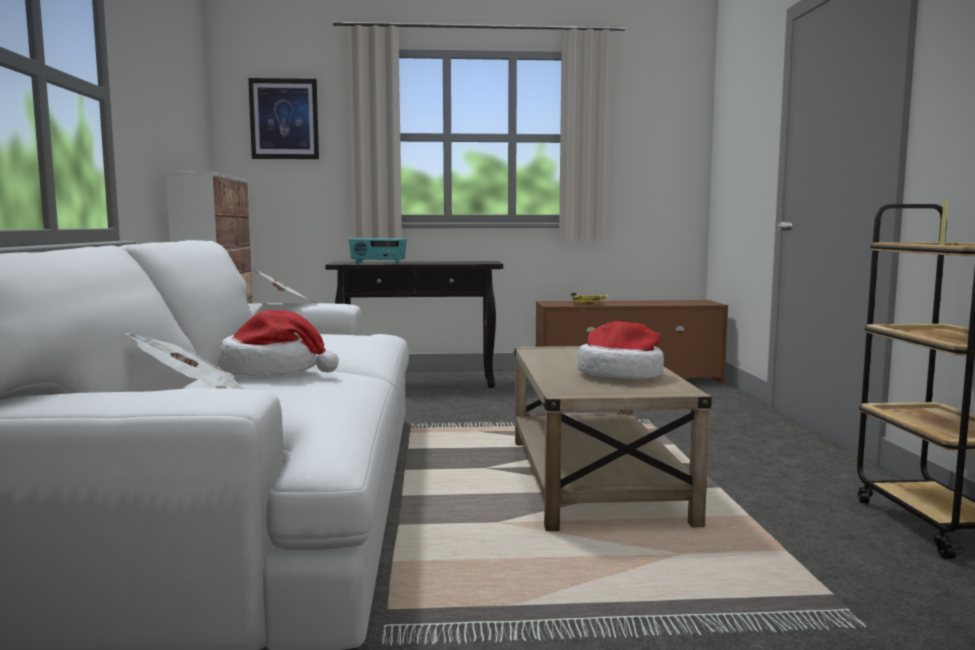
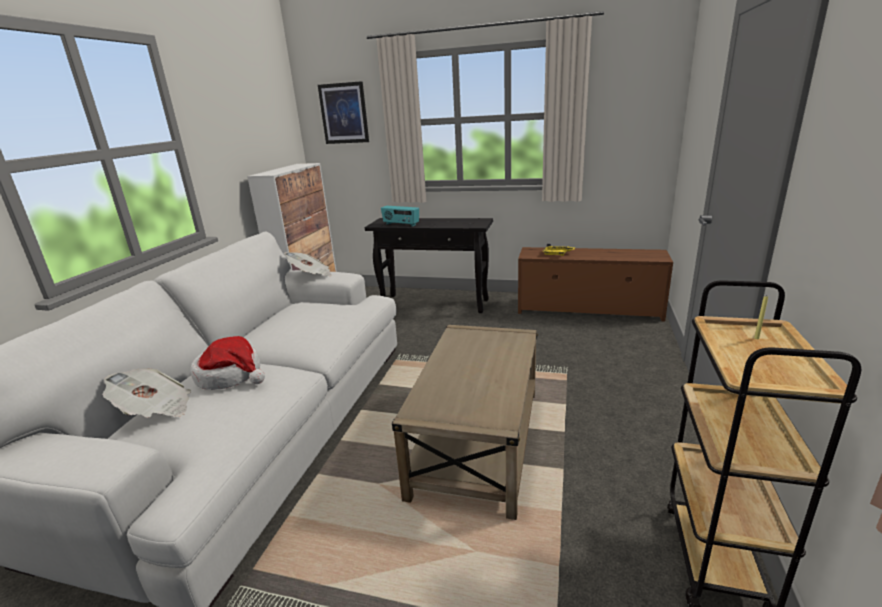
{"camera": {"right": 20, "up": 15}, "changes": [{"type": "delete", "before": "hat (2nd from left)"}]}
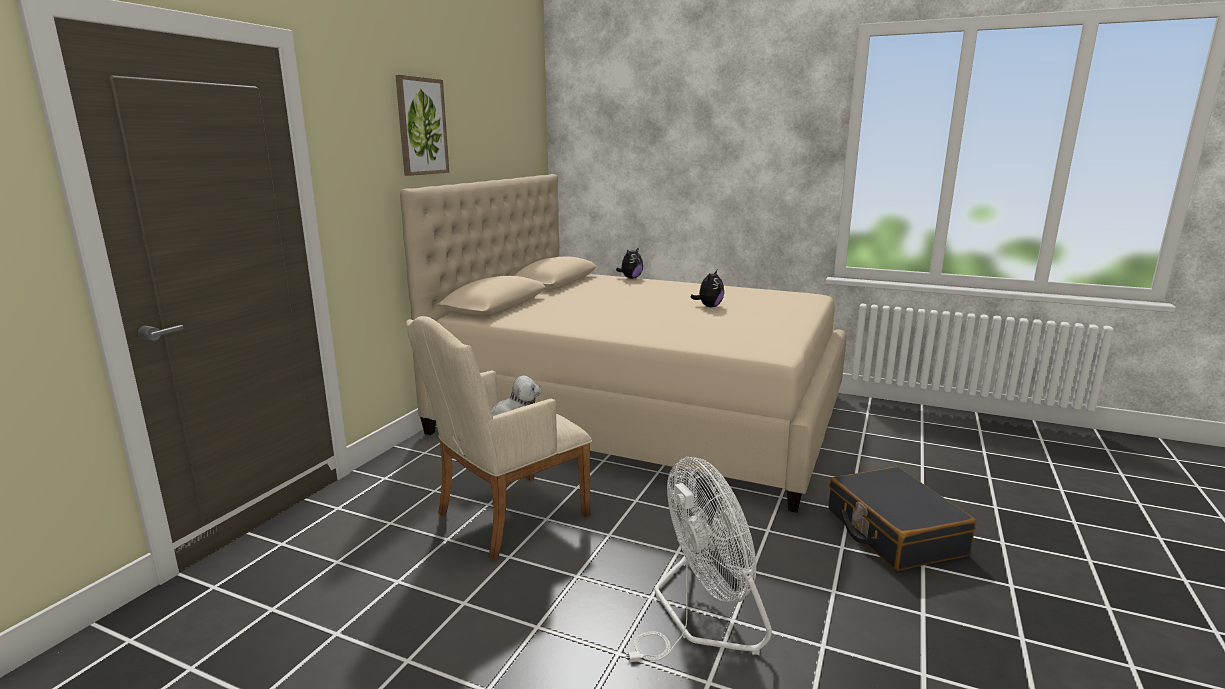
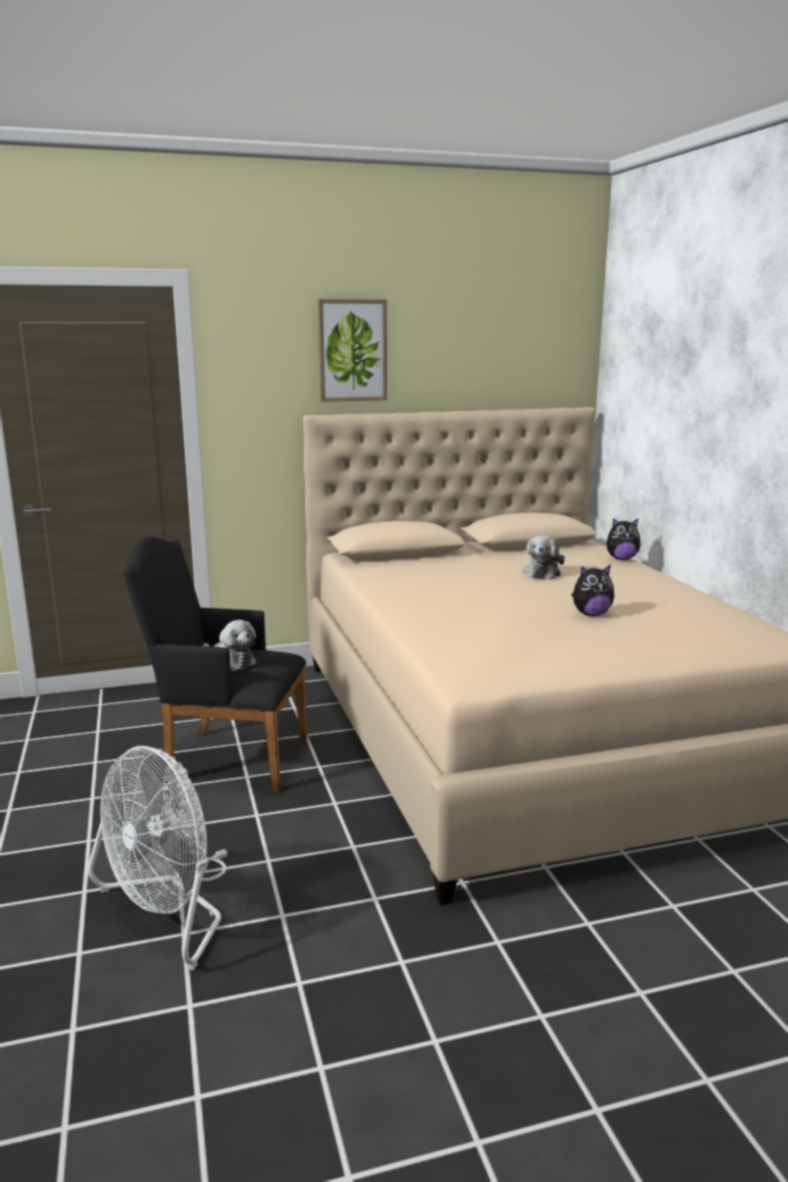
{"camera": {"right": 50, "up": 0}, "changes": [{"type": "recolor", "before": "beige armchair", "after": "black armchair"}, {"type": "rotate", "before": "white fan", "turn": 105}, {"type": "delete", "before": "black suitcase"}, {"type": "insert", "after": "plush toy (2nd from left)"}]}
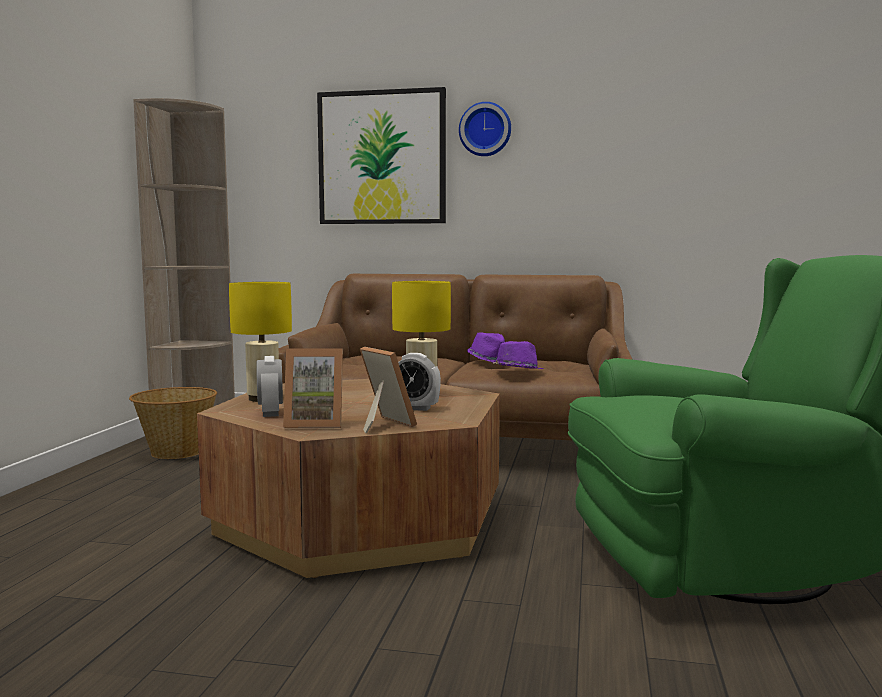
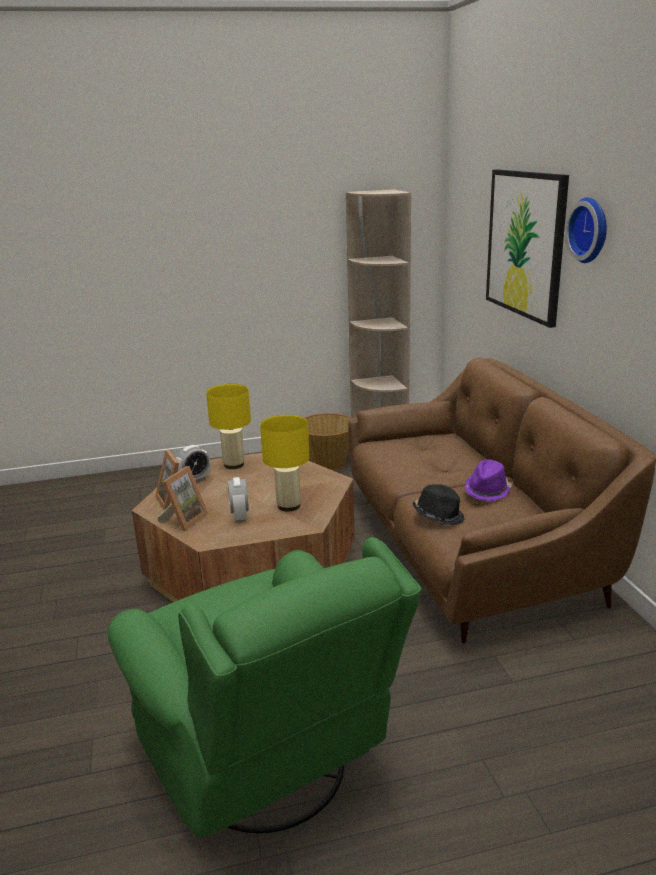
{"camera": {"right": 65, "up": 15}, "changes": [{"type": "recolor", "before": "purple hat (2nd from left)", "after": "black hat"}]}
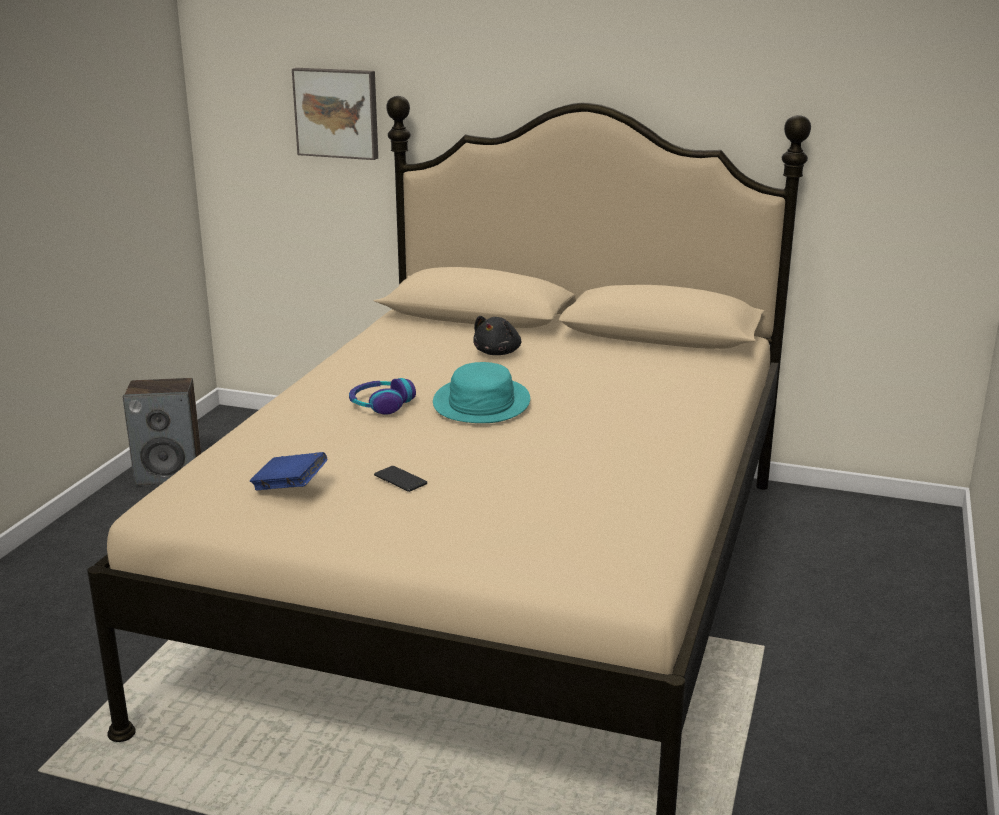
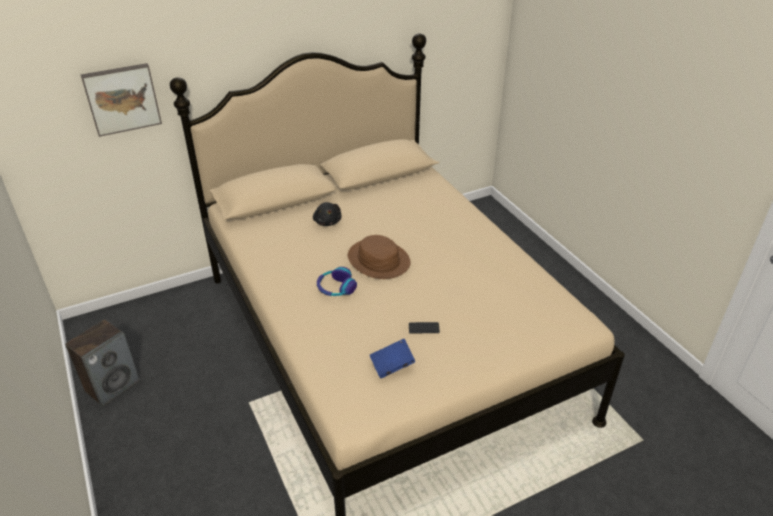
{"camera": {"right": -45, "up": 15}, "changes": [{"type": "recolor", "before": "turquoise hat", "after": "brown hat"}]}
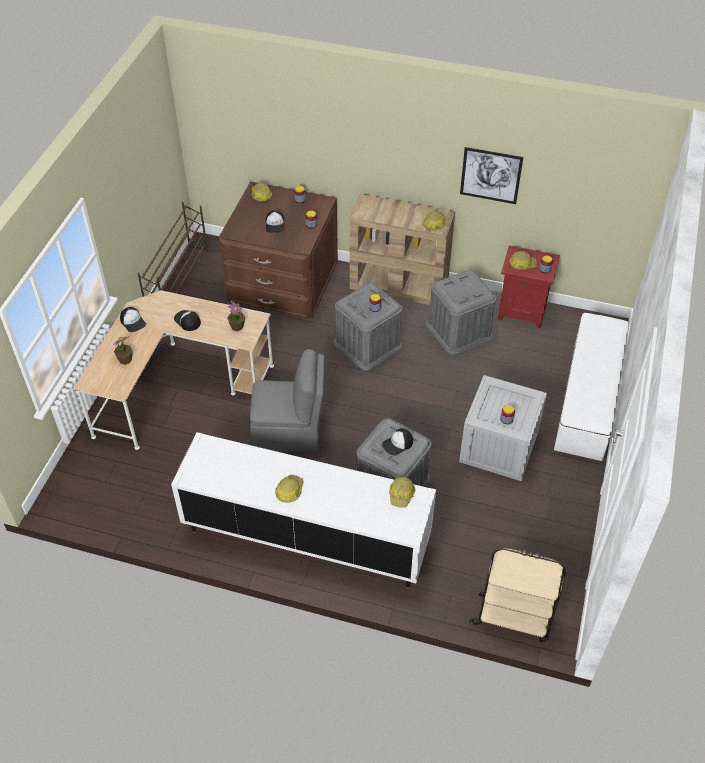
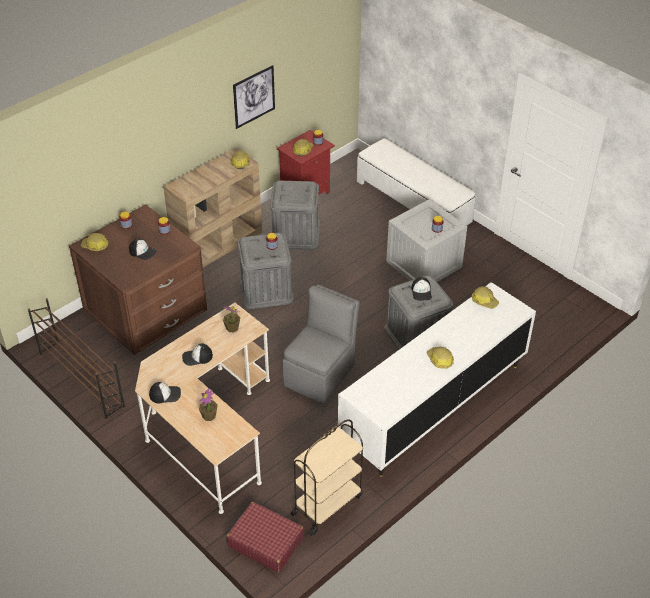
{"camera": {"right": -60, "up": -5}, "changes": [{"type": "move", "before": "beige cart"}, {"type": "insert", "after": "red suitcase"}]}
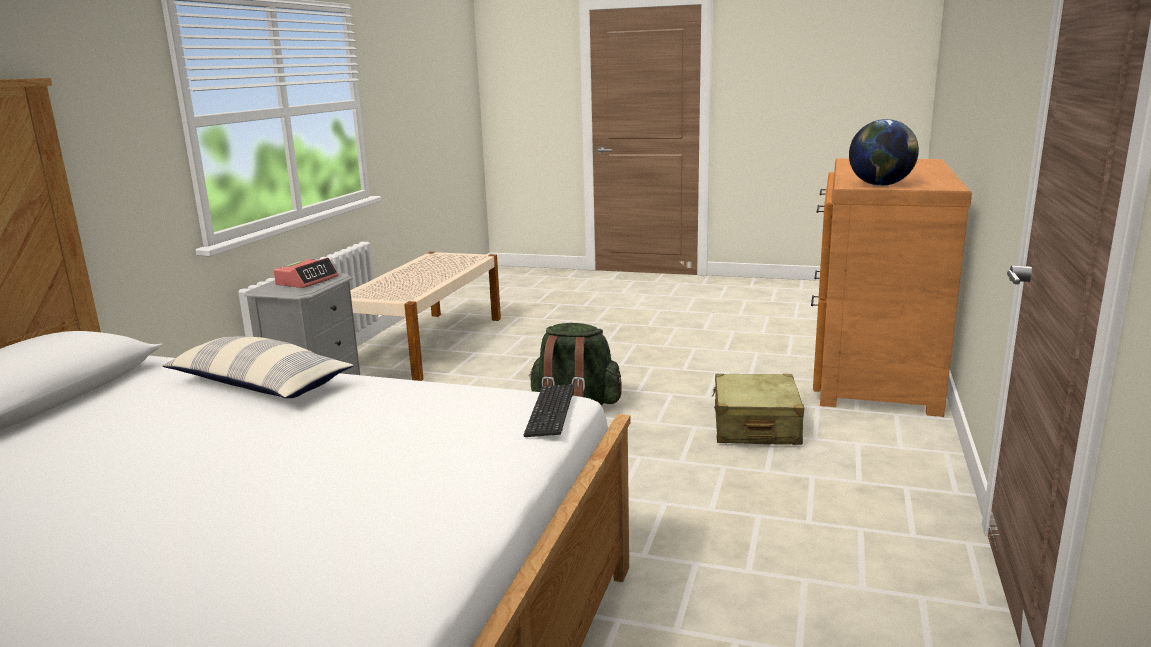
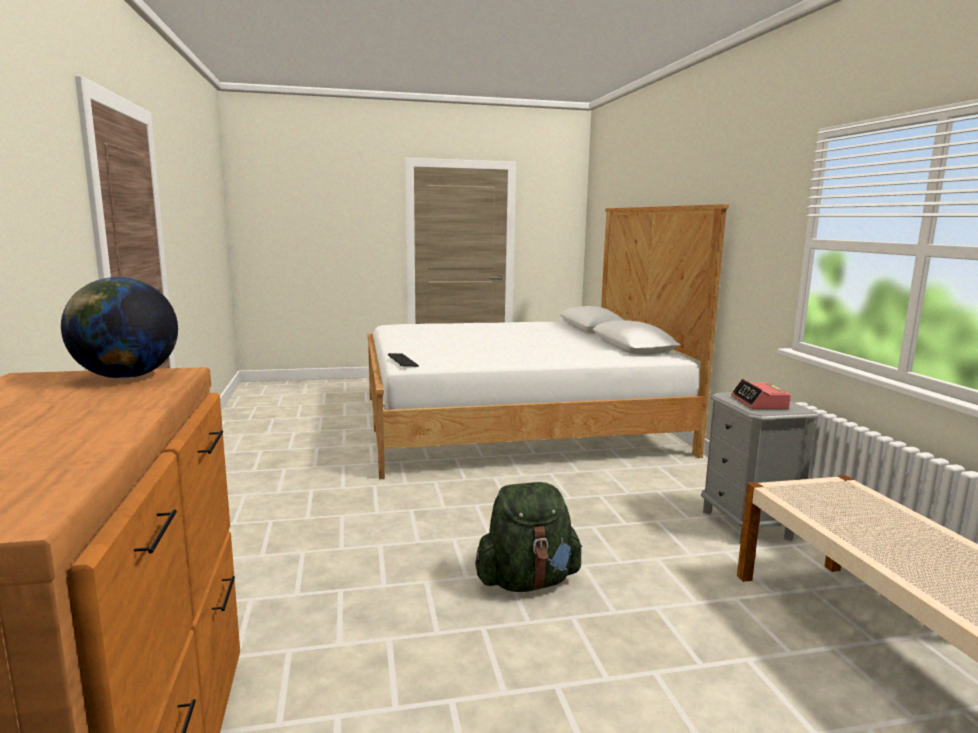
{"camera": {"right": 150, "up": -5}, "changes": [{"type": "delete", "before": "pillow"}, {"type": "delete", "before": "beige suitcase"}]}
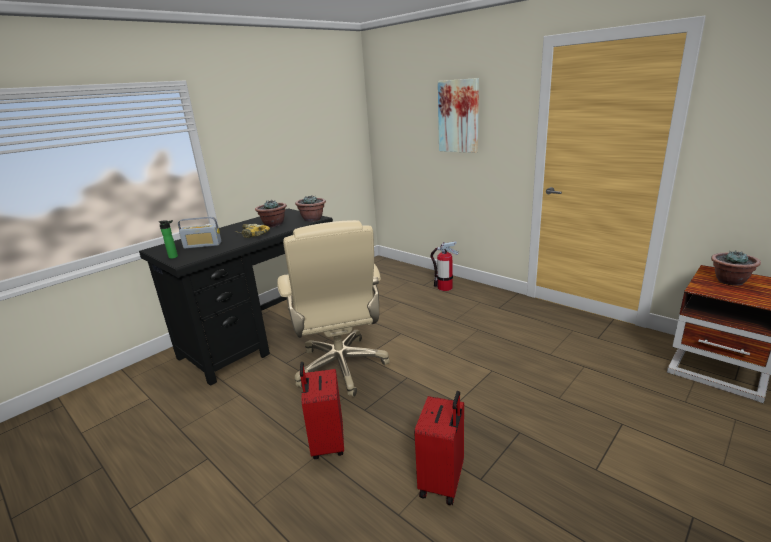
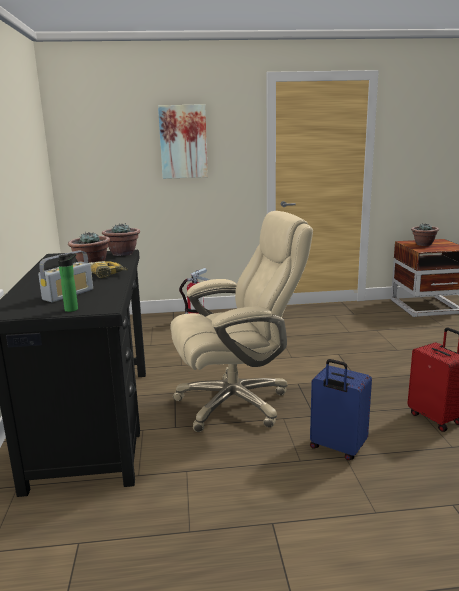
{"camera": {"right": -50, "up": -5}, "changes": [{"type": "rotate", "before": "beige office chair", "turn": -45}, {"type": "recolor", "before": "red suitcase (1st from left)", "after": "blue suitcase"}]}
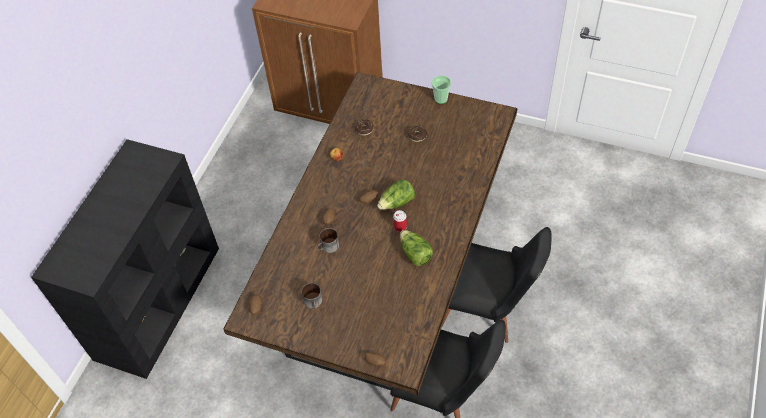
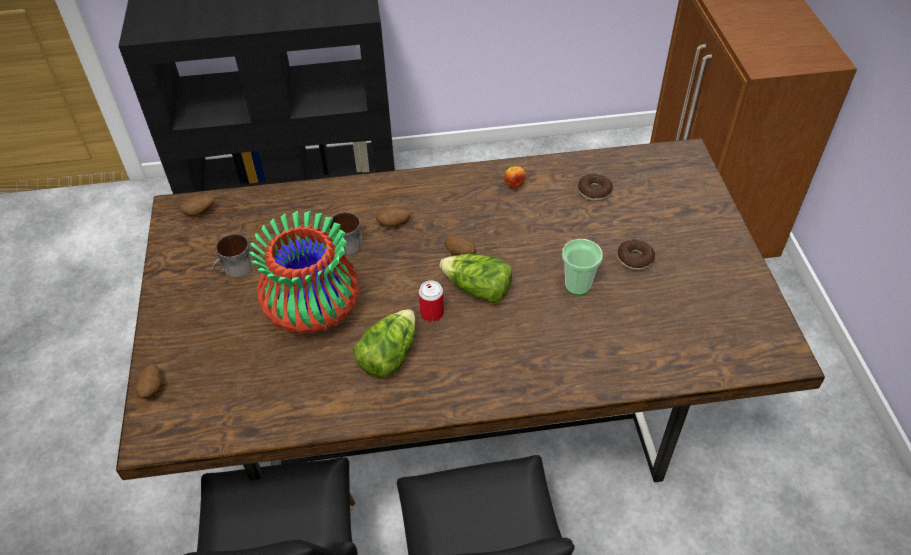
{"camera": {"right": 60, "up": -5}, "changes": [{"type": "move", "before": "cup"}, {"type": "insert", "after": "vase"}]}
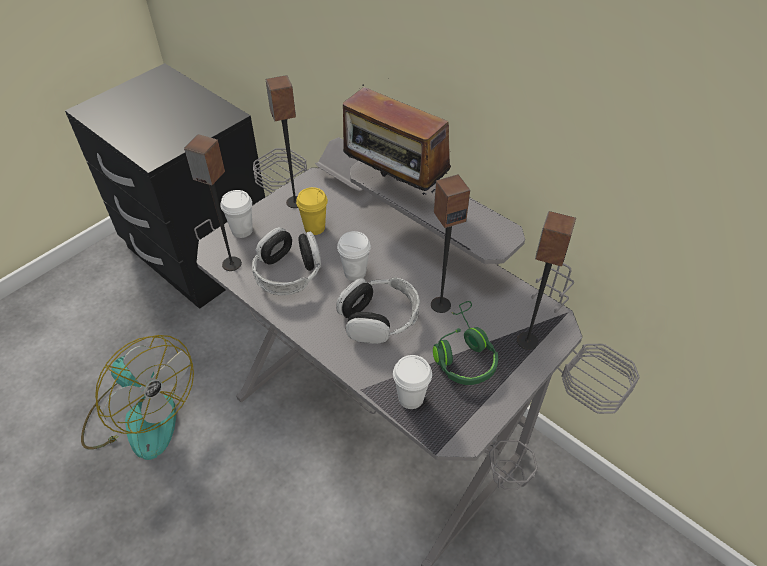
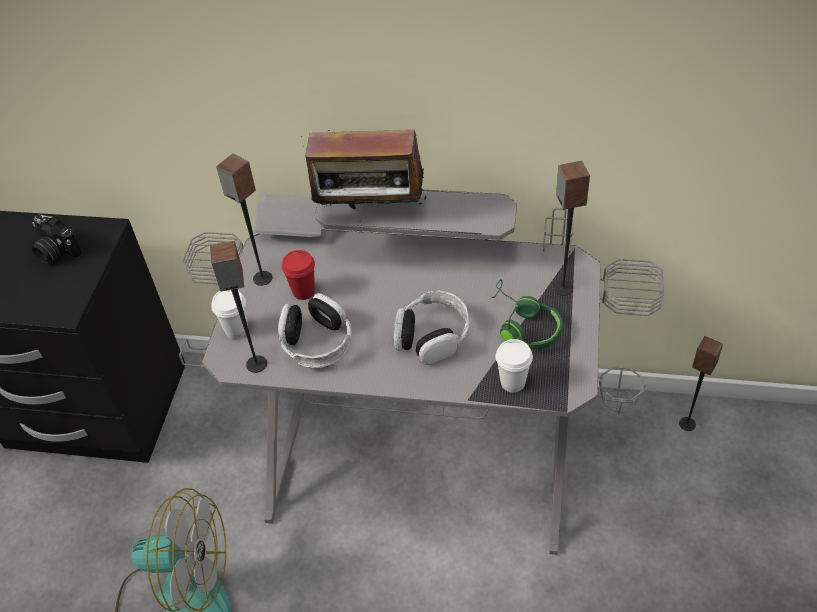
{"camera": {"right": -30, "up": 0}, "changes": [{"type": "move", "before": "speaker (3rd from left in the first image)", "after": "speaker (4th from left)"}, {"type": "recolor", "before": "yellow cup", "after": "red cup"}, {"type": "delete", "before": "white cup (2nd from left)"}, {"type": "insert", "after": "photo camera"}]}
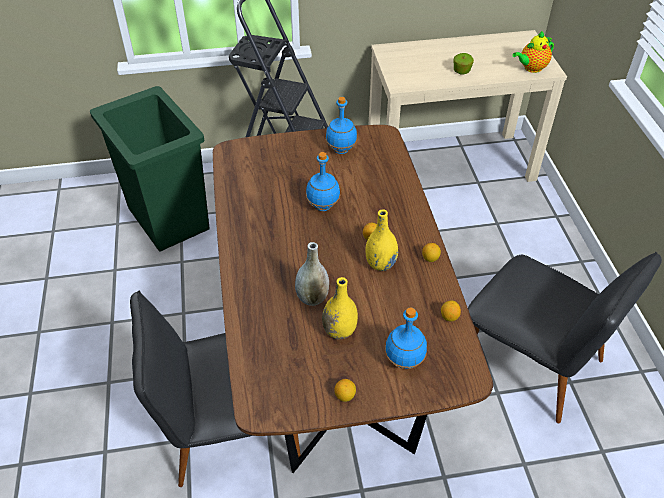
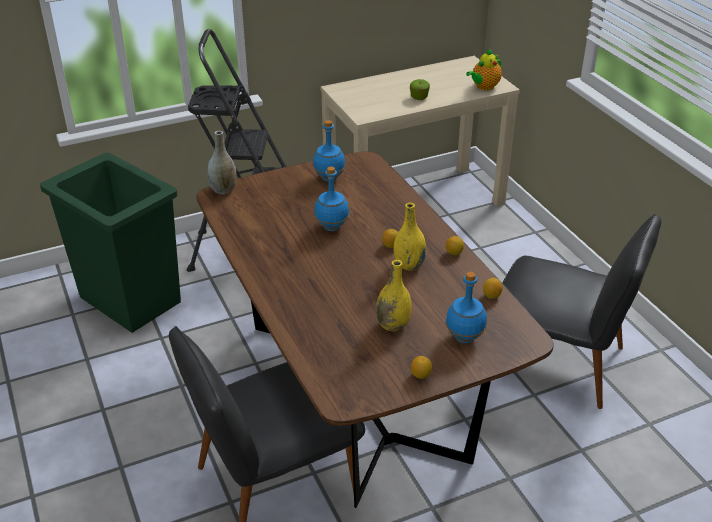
{"camera": {"right": -15, "up": -10}, "changes": [{"type": "move", "before": "grey vase"}]}
